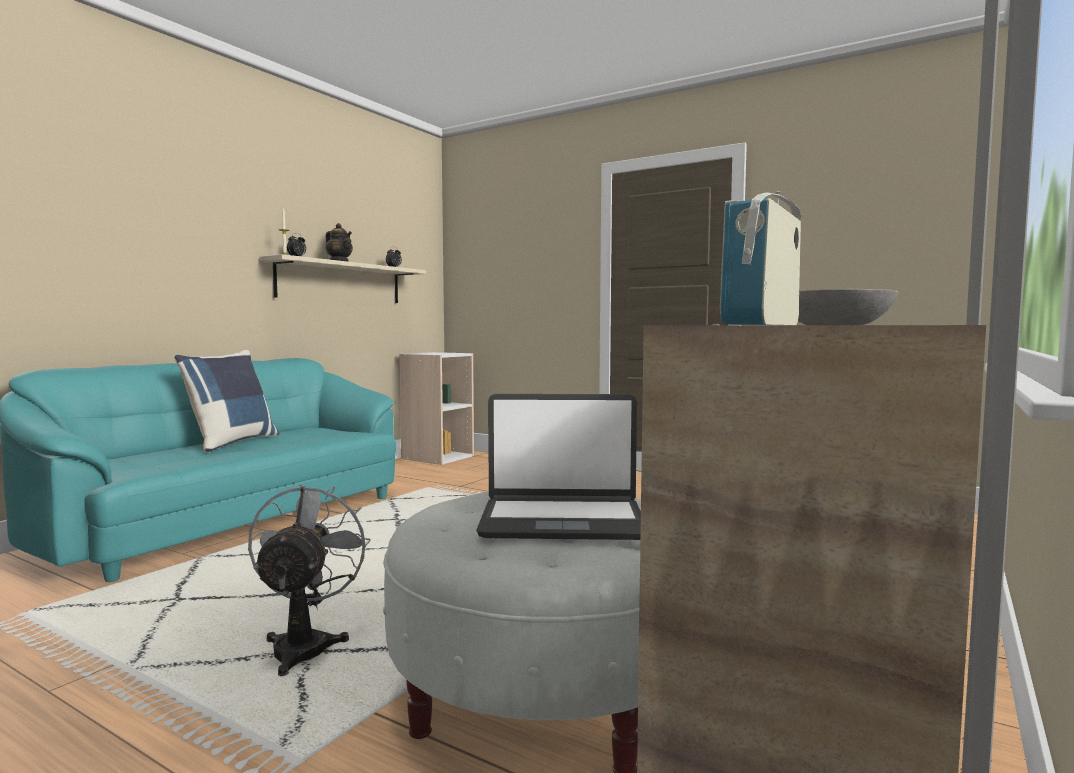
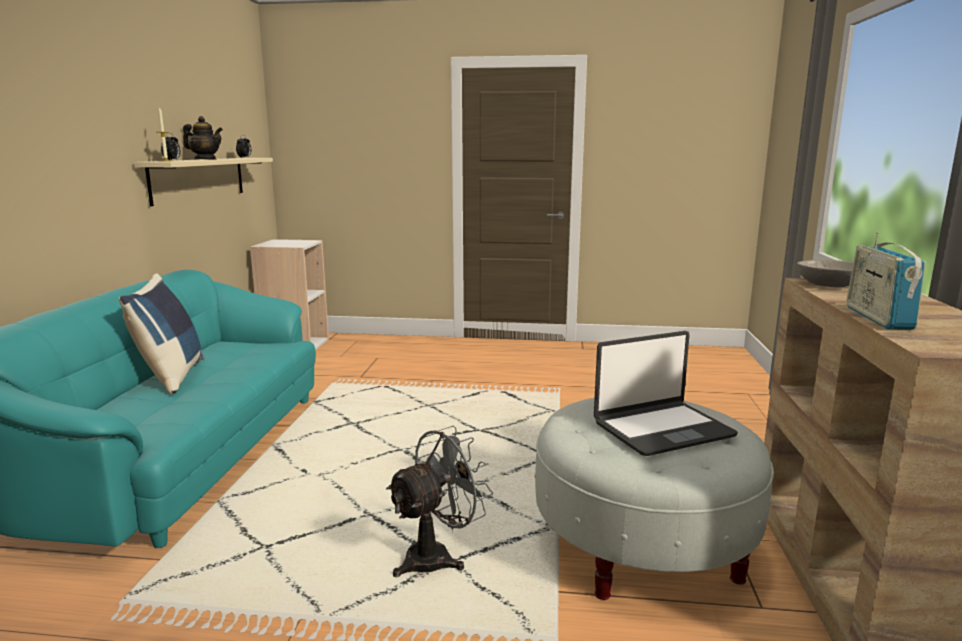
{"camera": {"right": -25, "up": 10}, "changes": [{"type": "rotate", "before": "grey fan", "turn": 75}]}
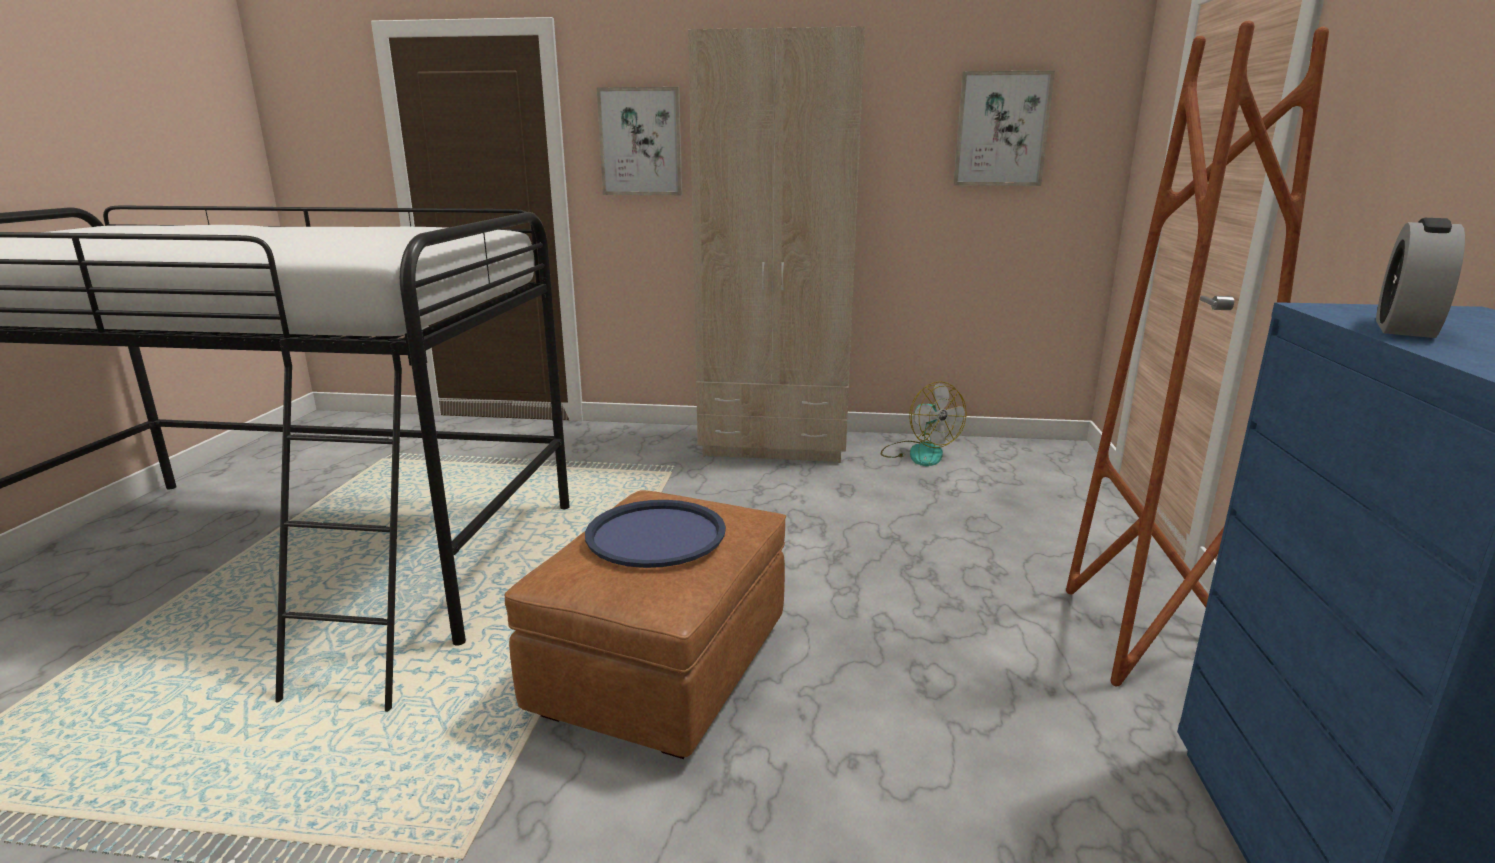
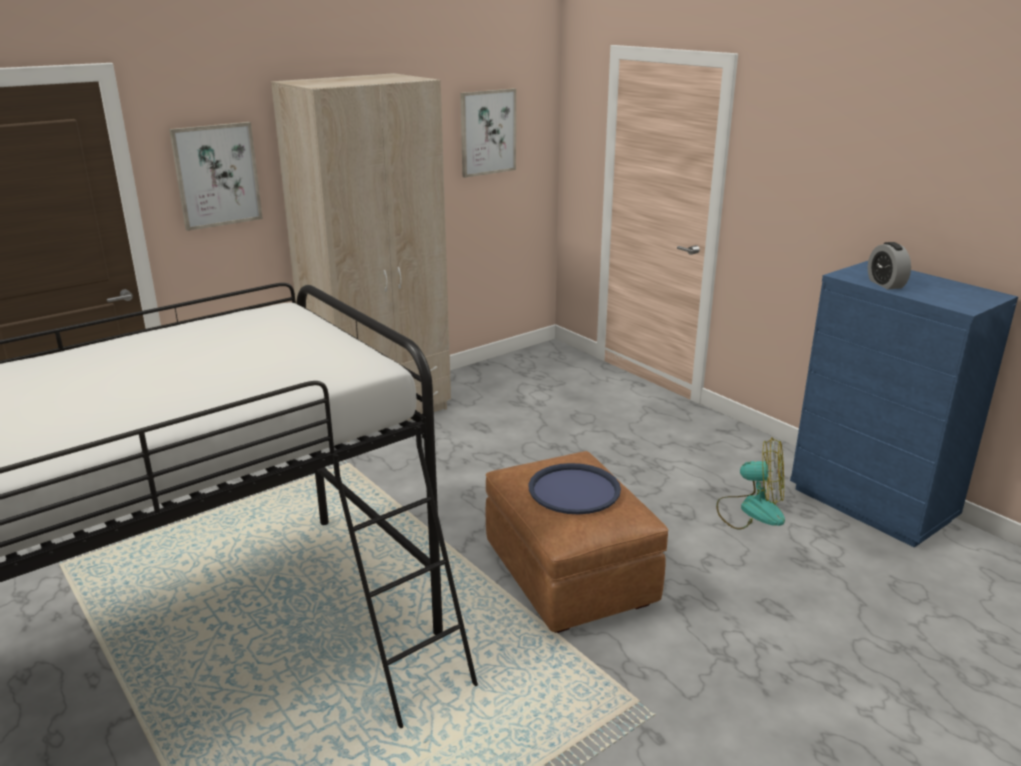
{"camera": {"right": -45, "up": 5}, "changes": [{"type": "delete", "before": "brown clothes rack"}, {"type": "move", "before": "fan"}]}
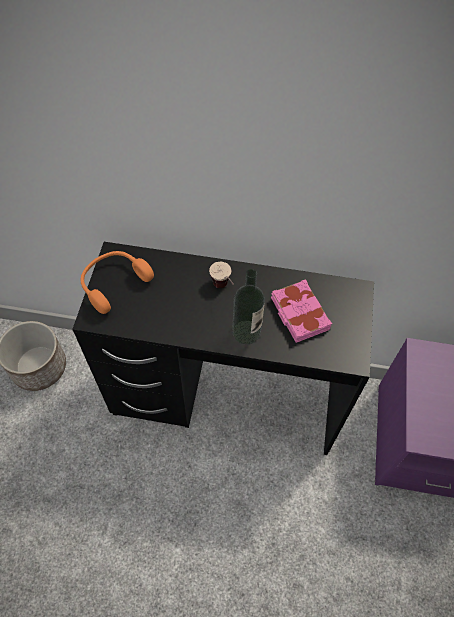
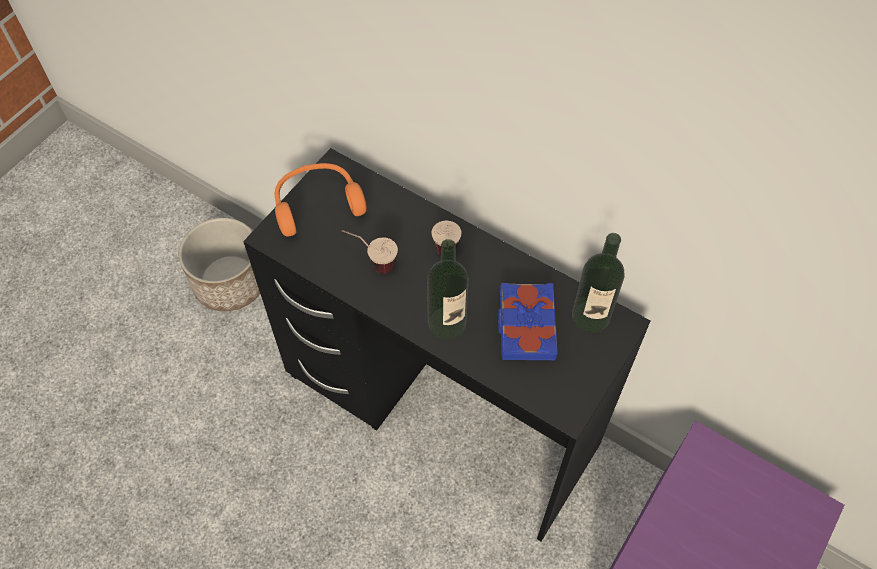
{"camera": {"right": 25, "up": 0}, "changes": [{"type": "recolor", "before": "pink book", "after": "blue book"}, {"type": "insert", "after": "cup (1st from left)"}, {"type": "insert", "after": "bottle (2nd from left)"}]}
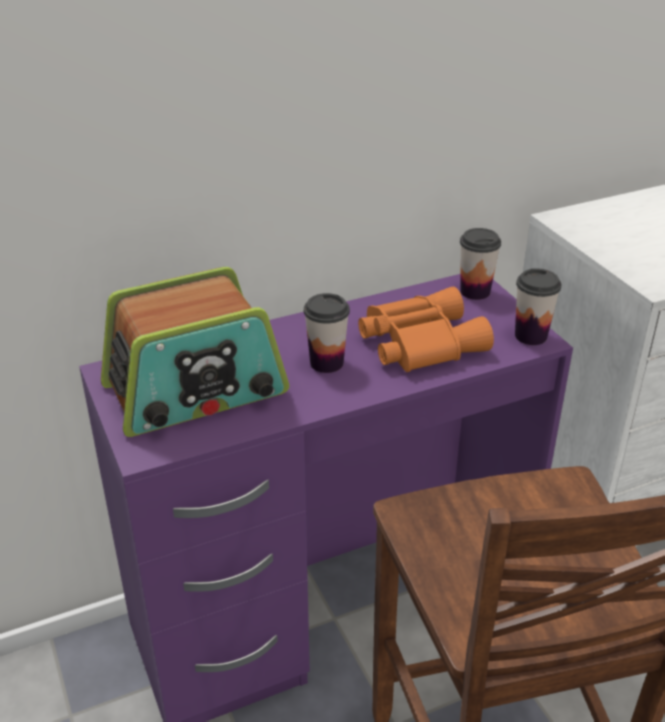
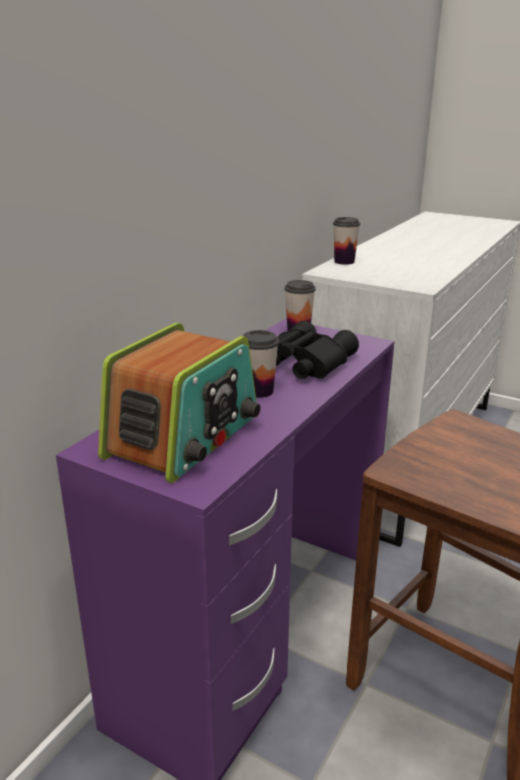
{"camera": {"right": -35, "up": -10}, "changes": [{"type": "move", "before": "cup (3rd from left)"}, {"type": "recolor", "before": "orange binoculars", "after": "black binoculars"}]}
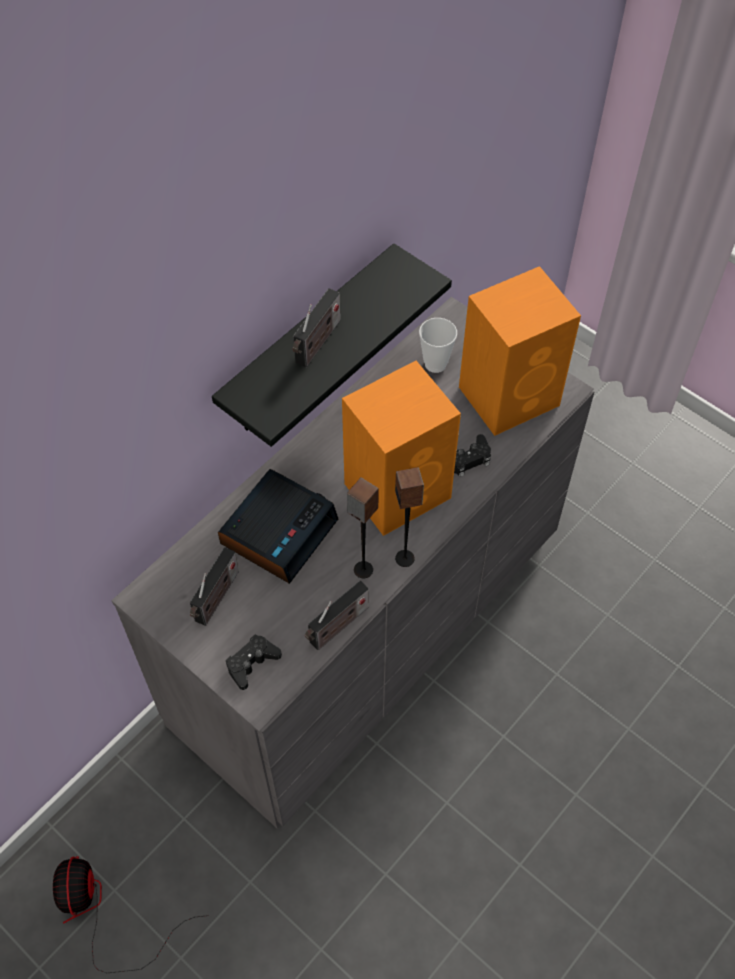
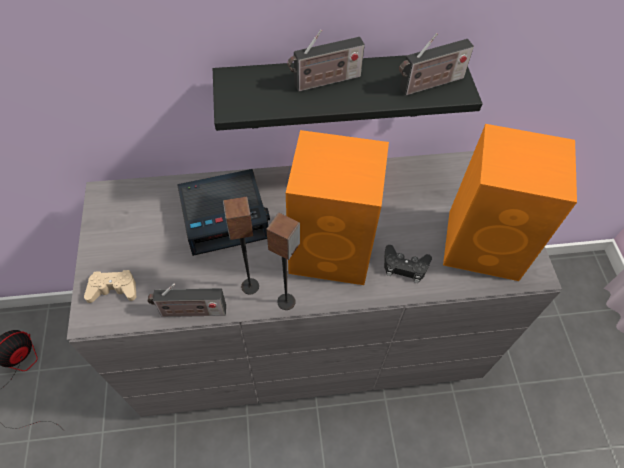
{"camera": {"right": 40, "up": 0}, "changes": [{"type": "delete", "before": "cup"}, {"type": "move", "before": "radio (1st from left in the first image)", "after": "radio (3rd from left)"}, {"type": "recolor", "before": "black game controller (1st from left)", "after": "beige game controller"}]}
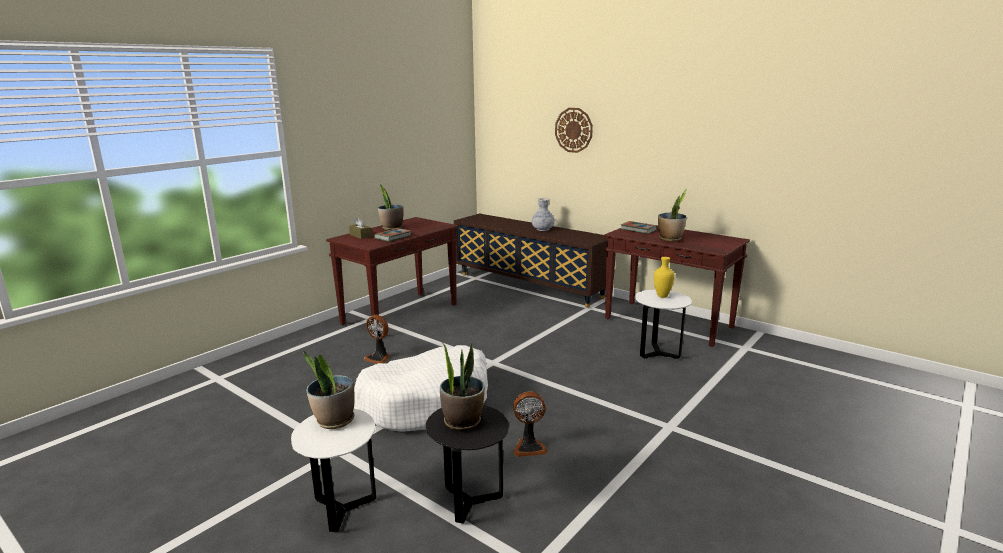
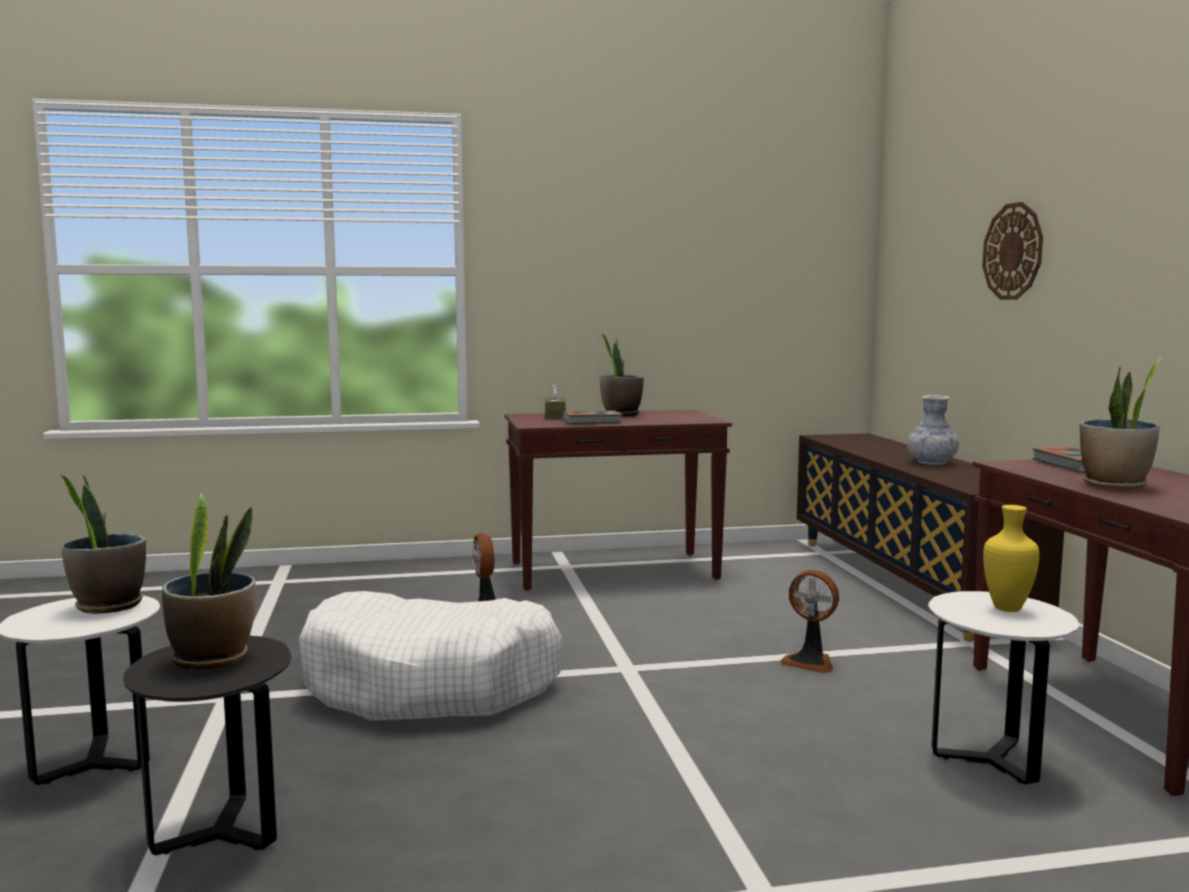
{"camera": {"right": 40, "up": -10}, "changes": [{"type": "move", "before": "fan (2nd from left)"}]}
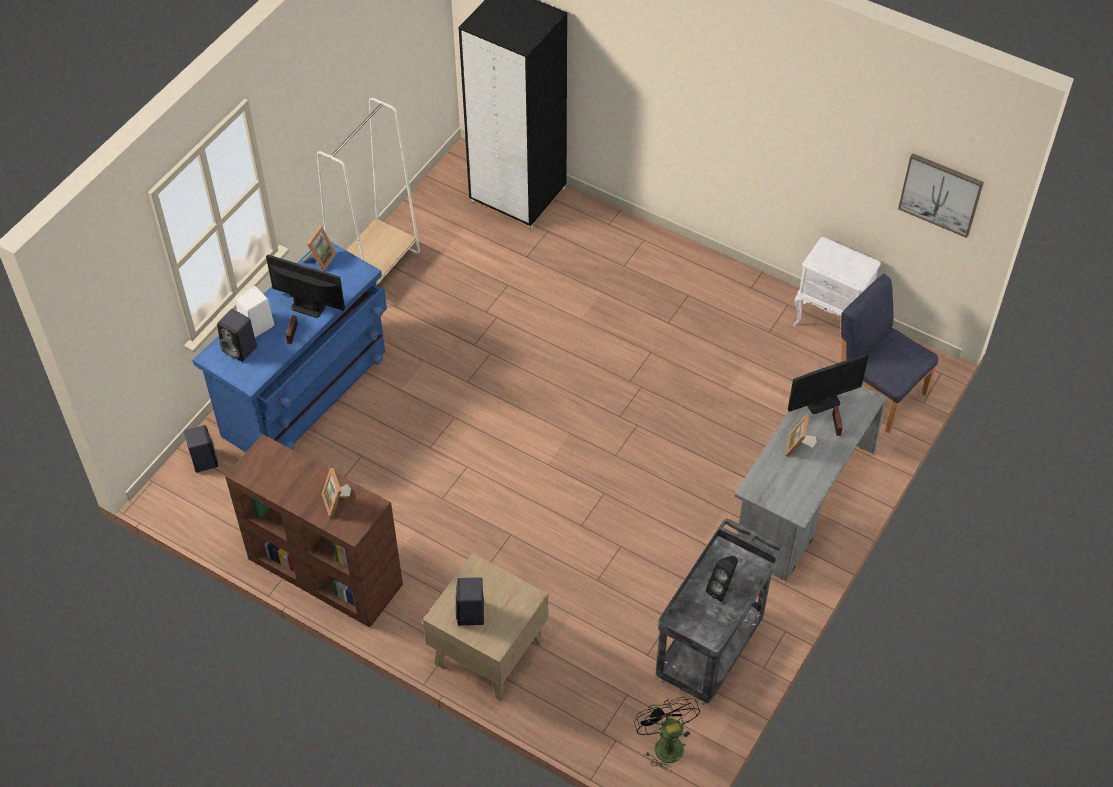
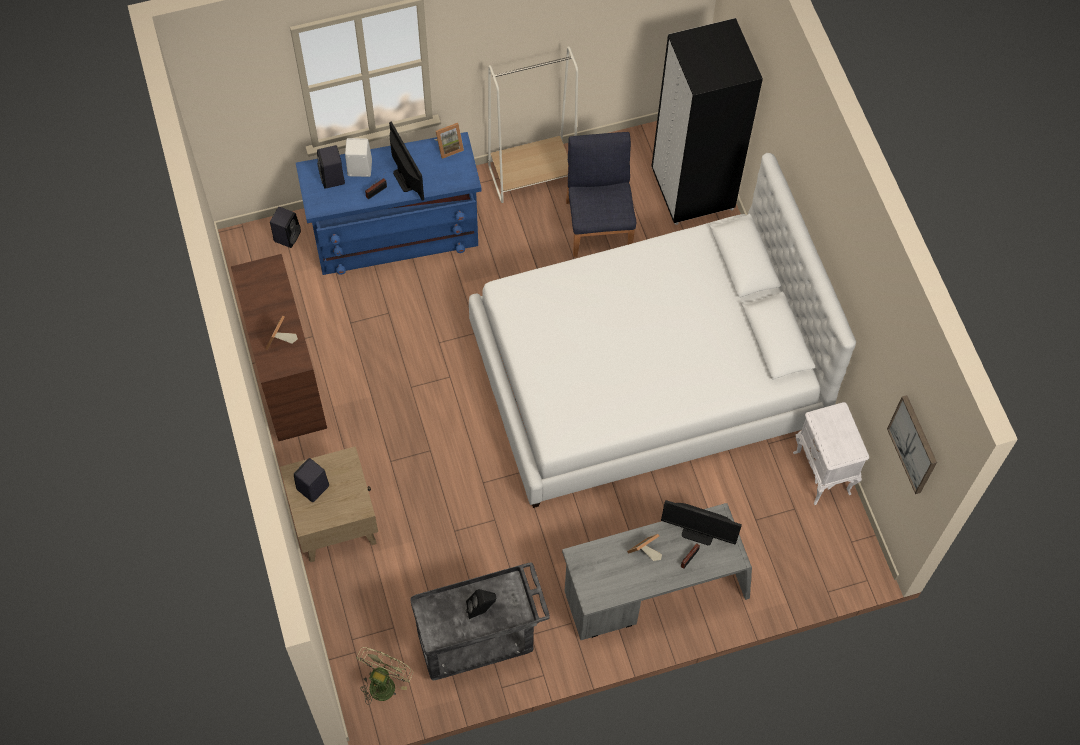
{"camera": {"right": 40, "up": 10}, "changes": [{"type": "move", "before": "blue chair"}, {"type": "recolor", "before": "black fan", "after": "green fan"}, {"type": "insert", "after": "white bed"}]}
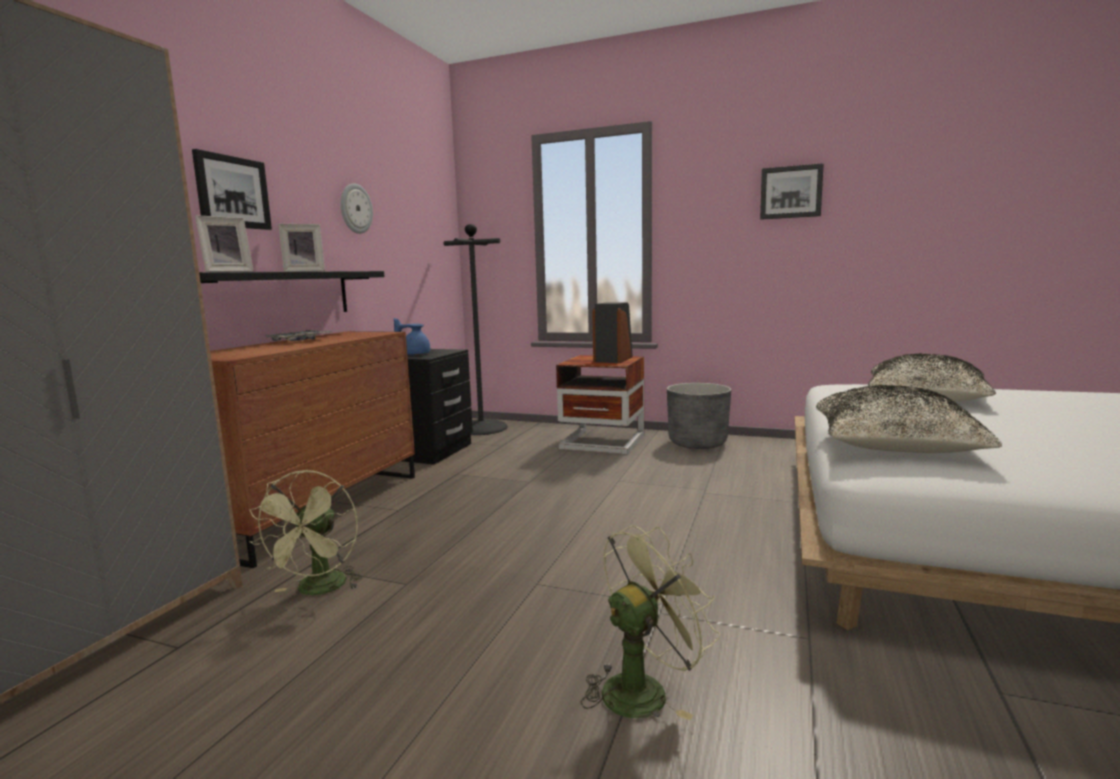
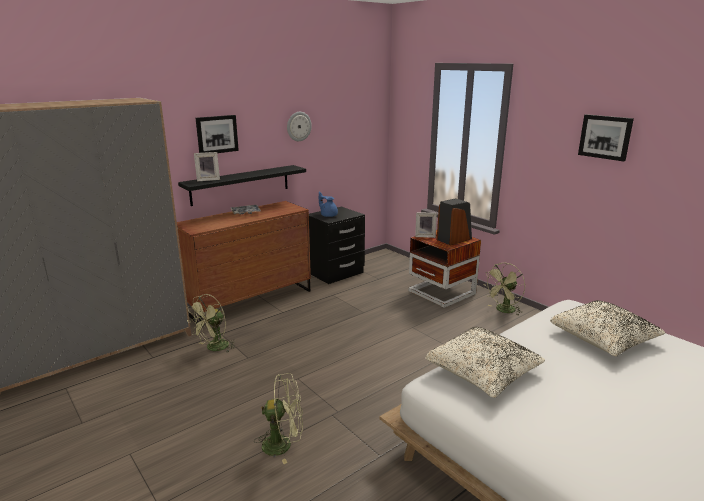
{"camera": {"right": 30, "up": 10}, "changes": [{"type": "move", "before": "picture frame (2nd from left)"}, {"type": "delete", "before": "black clothes rack"}, {"type": "replace", "before": "grey planter", "after": "green fan (3rd from left)"}]}
